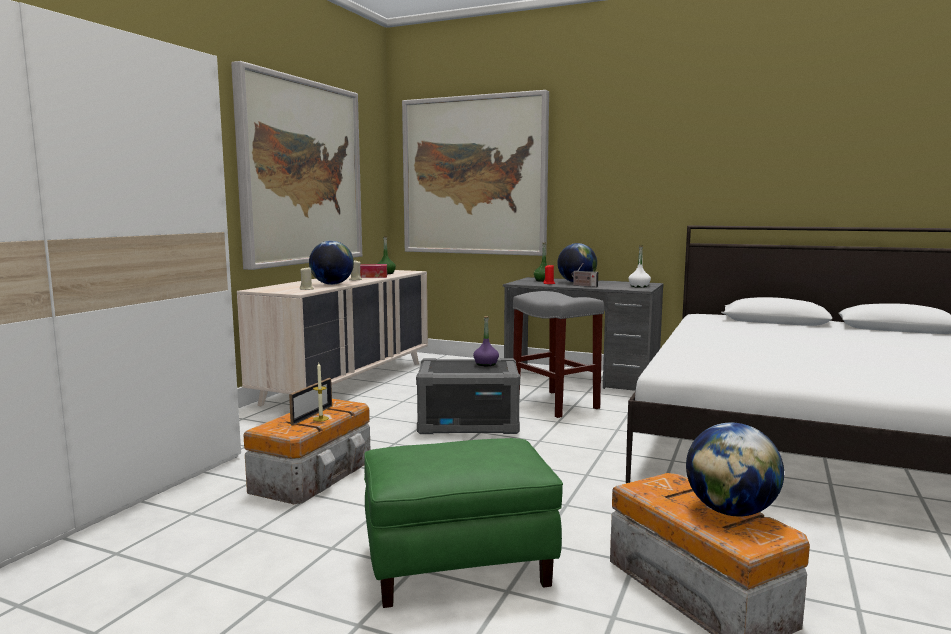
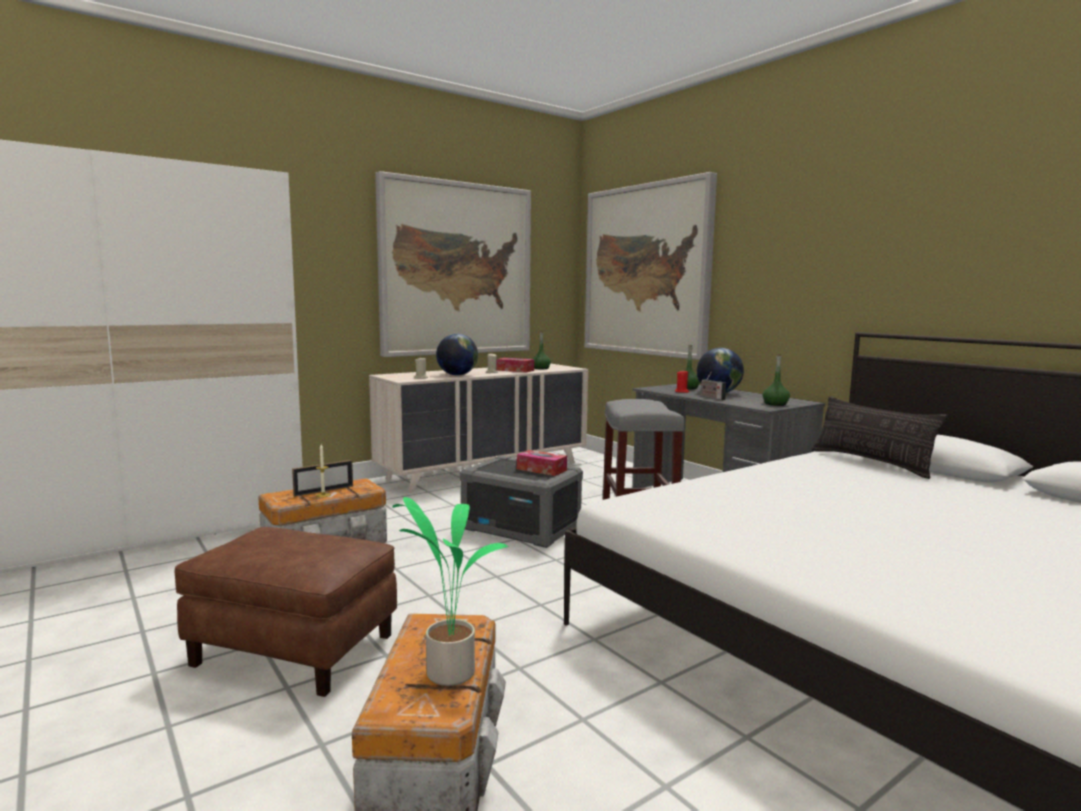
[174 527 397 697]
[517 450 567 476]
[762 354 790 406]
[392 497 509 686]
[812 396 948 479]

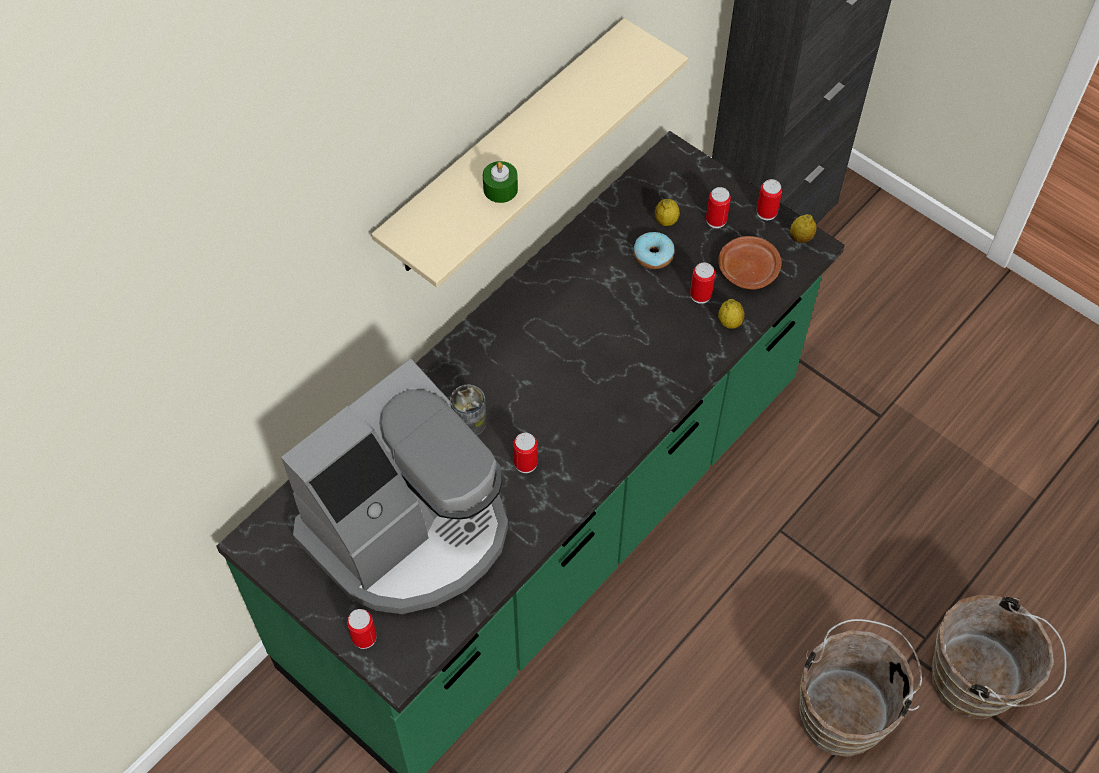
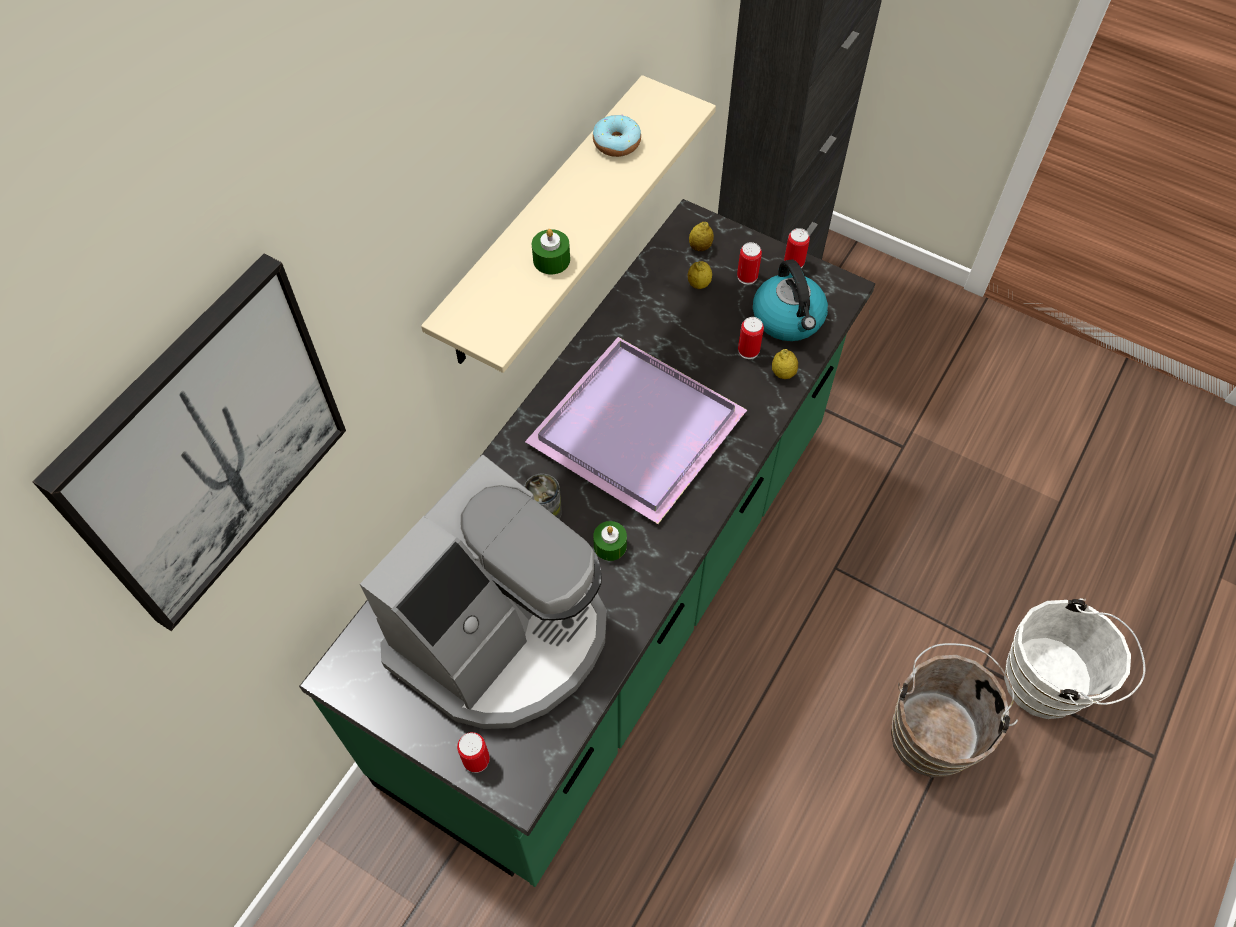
[593 521 627 561]
[593 115 641 157]
[753 259 828 341]
[689 222 714 251]
[1004 598 1145 719]
[33 254 346 631]
[525 337 747 524]

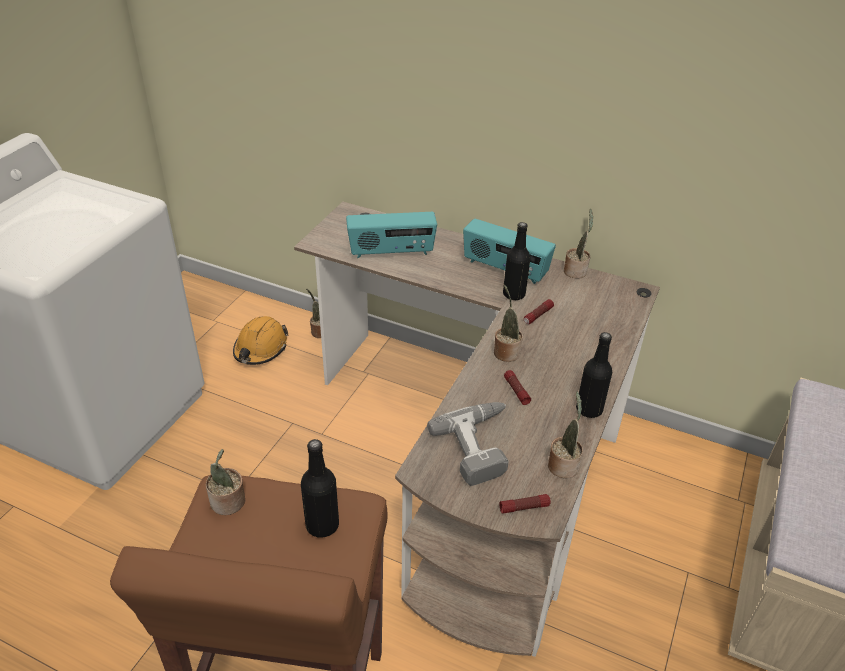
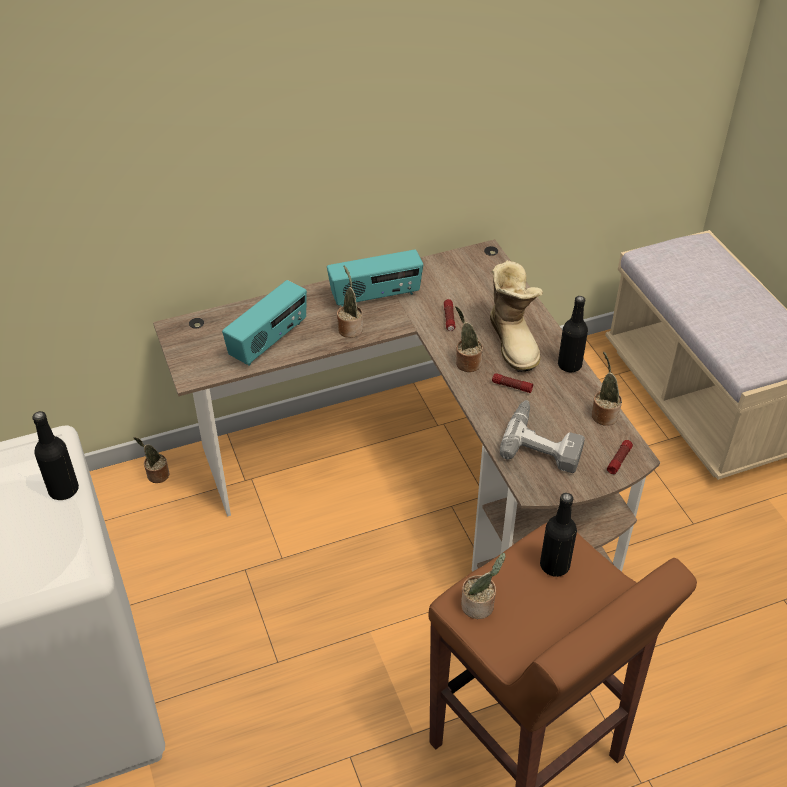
[233 316 289 365] (first image)
[33 411 79 500]
[337 266 363 338]
[490 260 543 372]

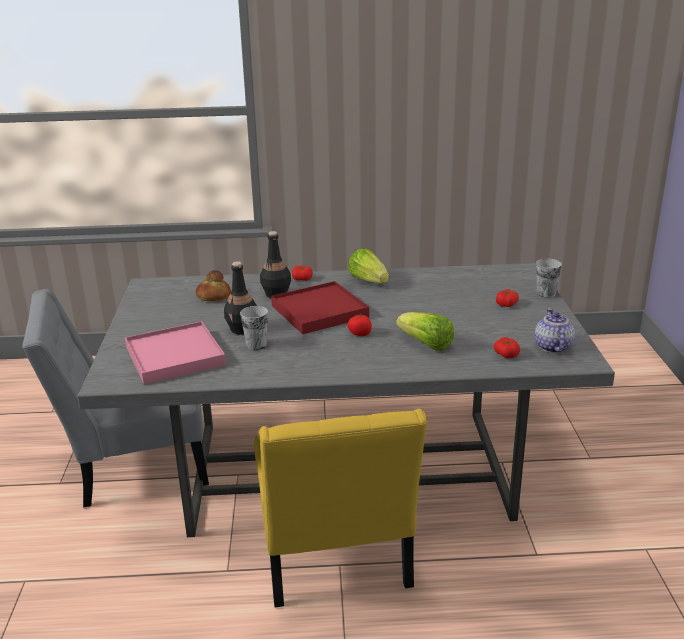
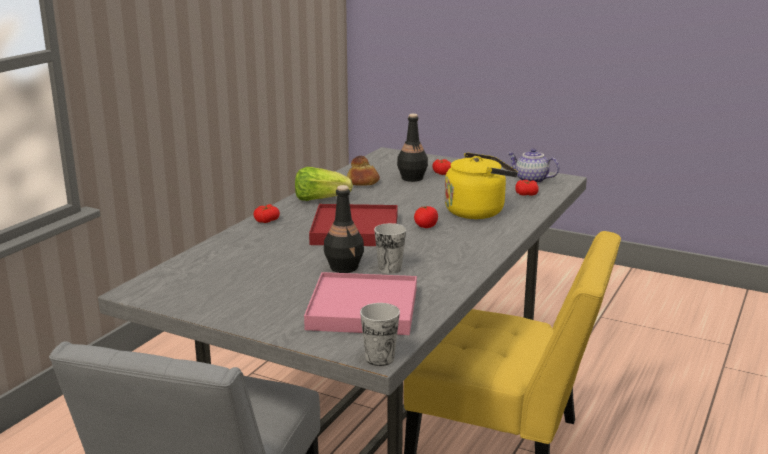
[347 156 380 186]
[397 114 428 182]
[445 153 518 219]
[360 303 400 366]

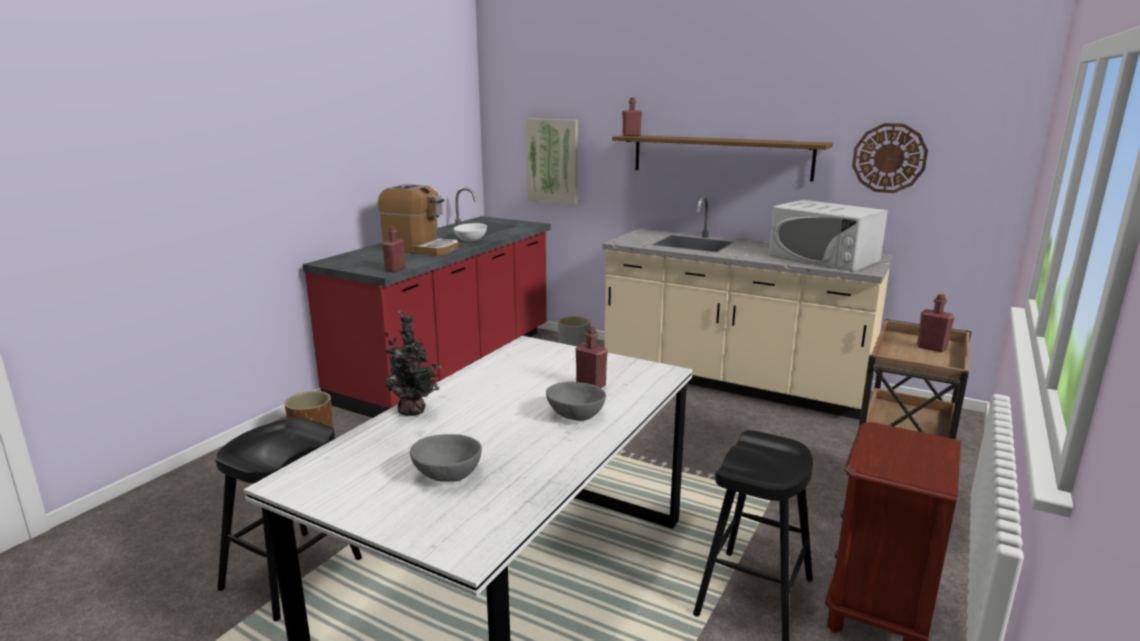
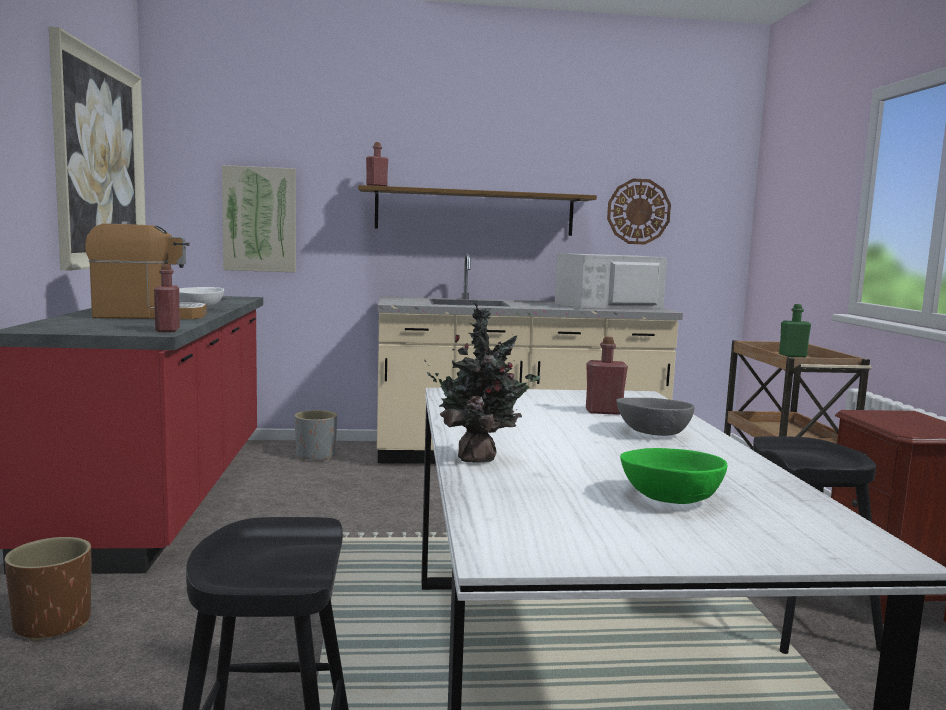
[620 448 727 504]
[555 253 667 310]
[779 304 811 357]
[49 26 146 271]

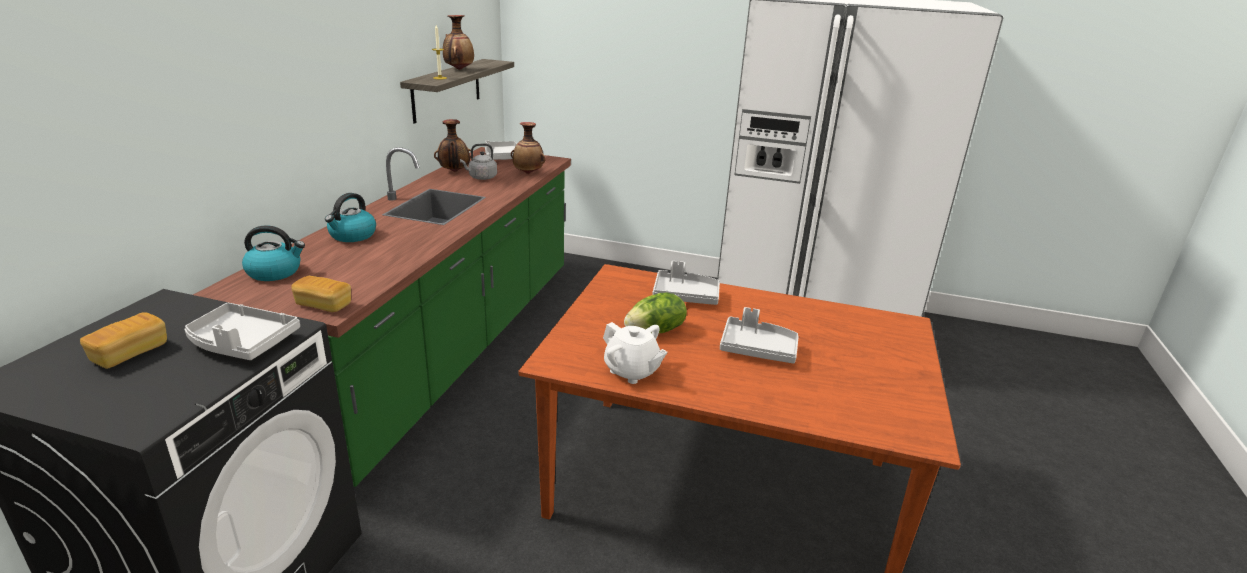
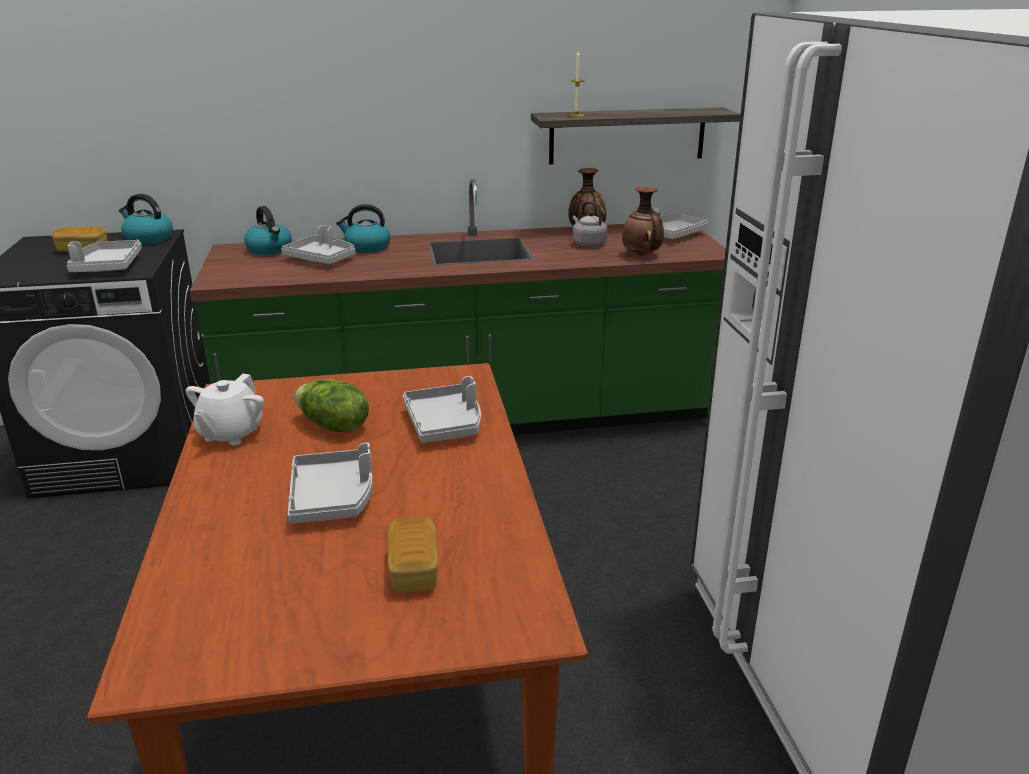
[388 516 438 593]
[443 15 474 70] (first image)
[119 194 173 245]
[281 225 355 264]

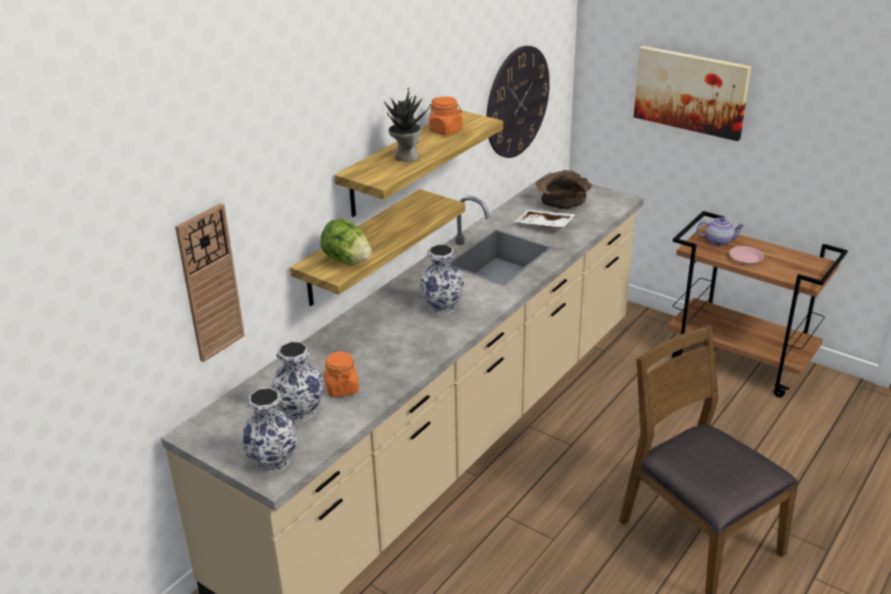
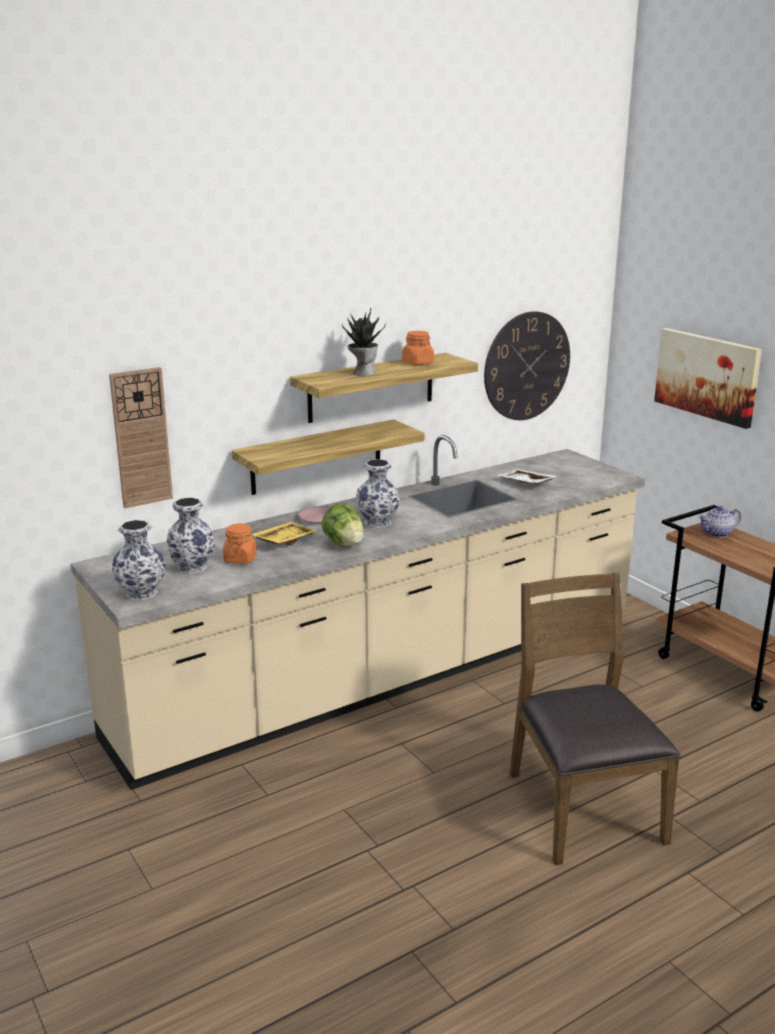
[322 504 364 547]
[536 170 592 209] (first image)
[698 506 741 538]
[298 508 328 525]
[252 522 318 546]

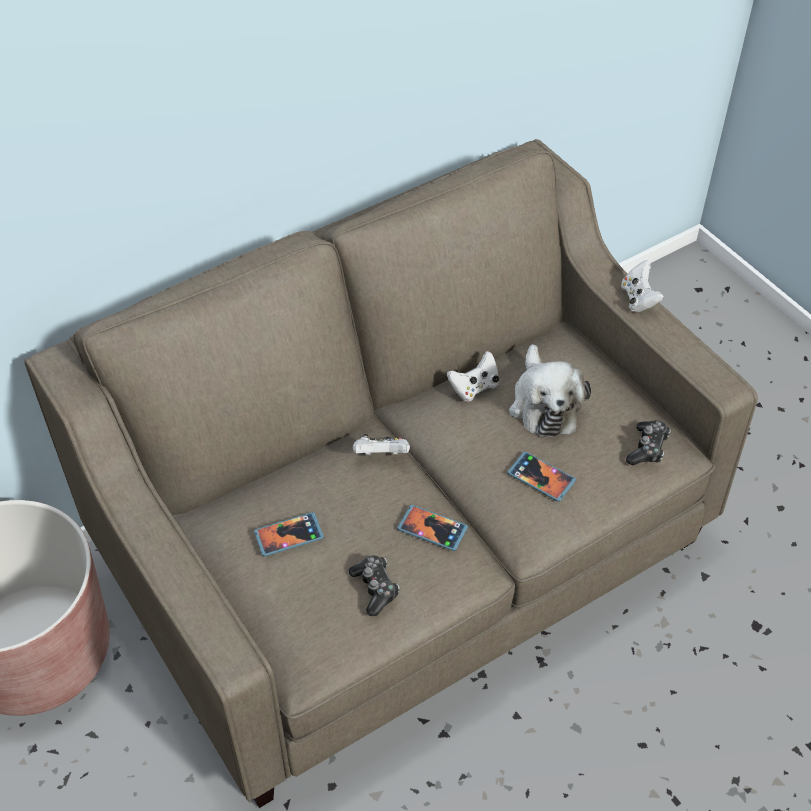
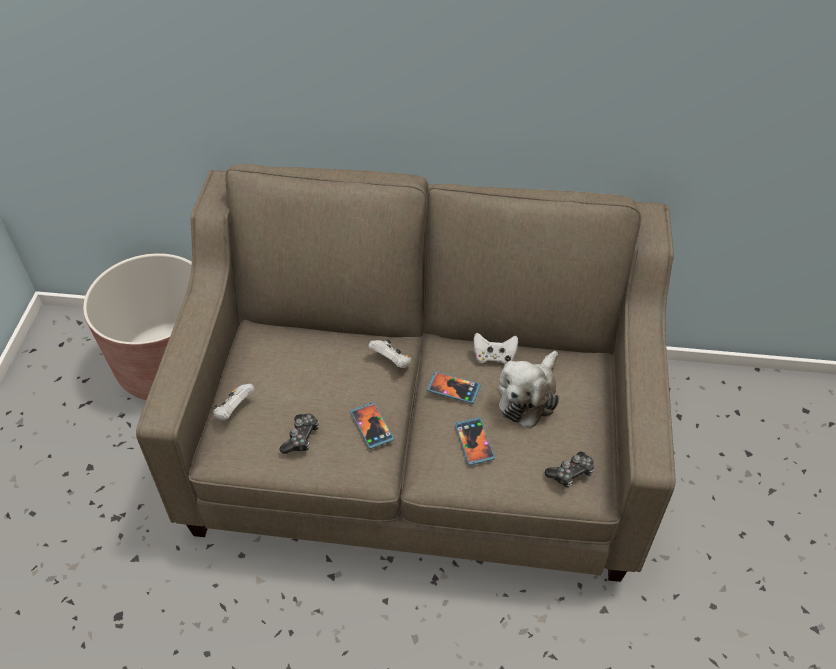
[427 371 481 404]
[212 384 255 421]

